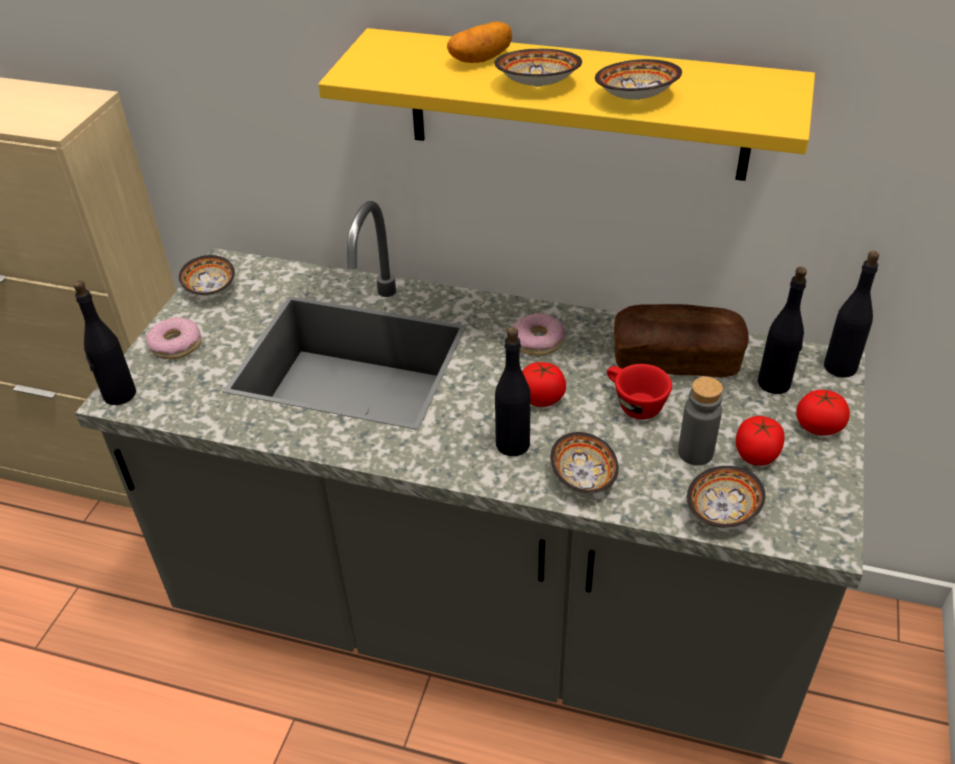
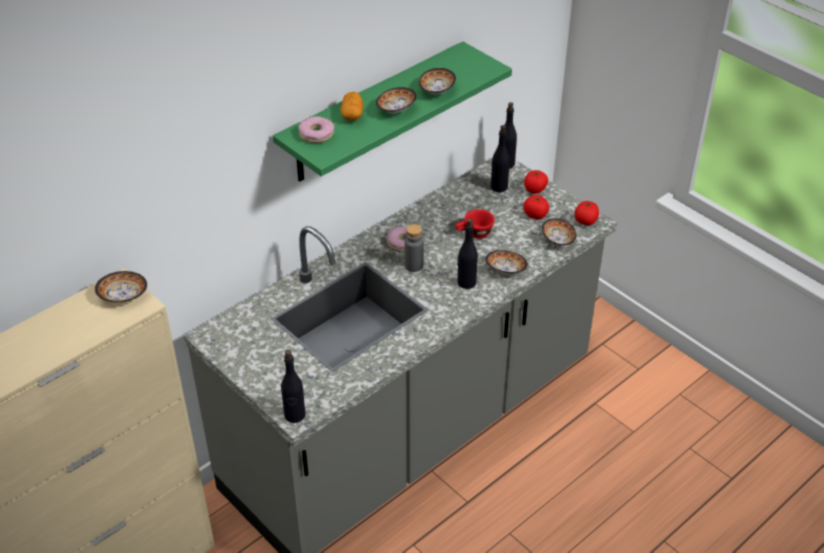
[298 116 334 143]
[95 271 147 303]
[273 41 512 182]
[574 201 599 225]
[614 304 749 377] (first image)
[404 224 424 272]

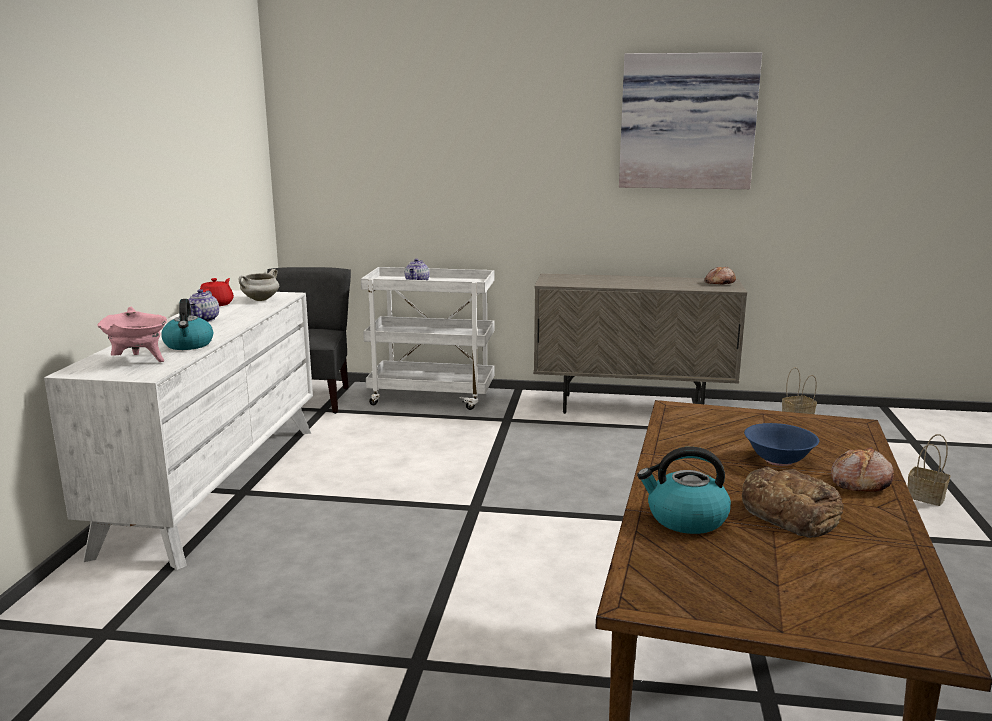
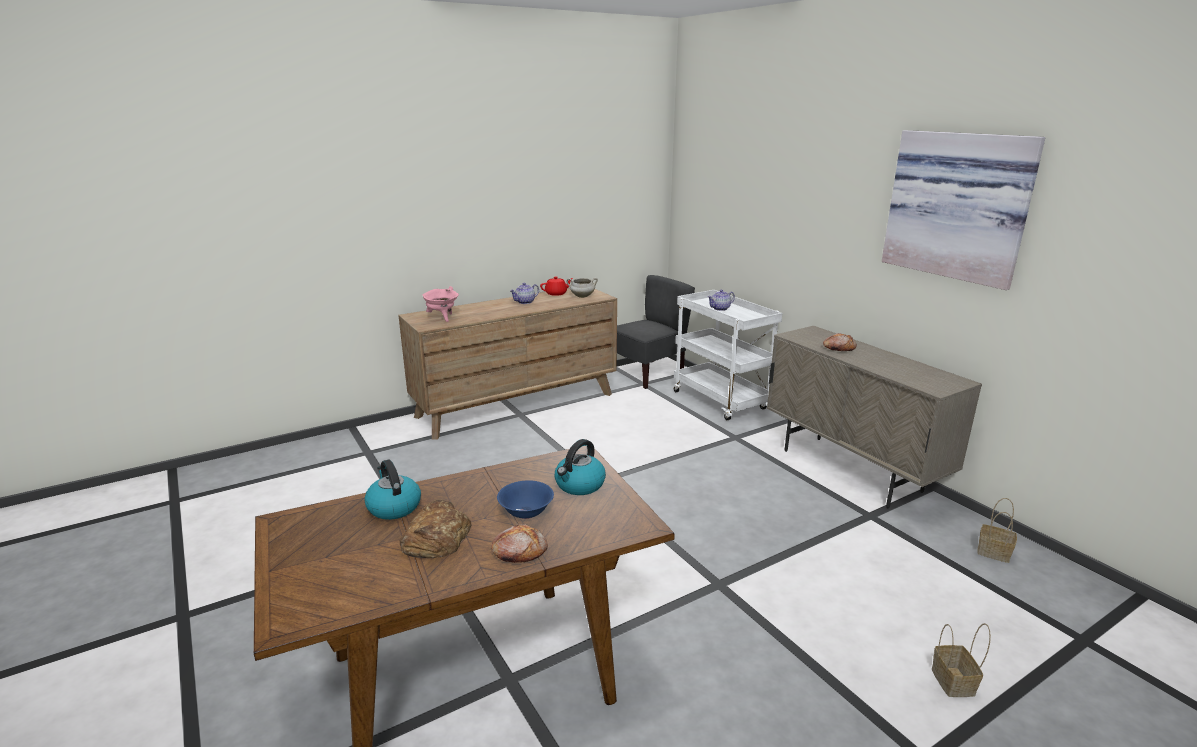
[398 288 617 440]
[555 439 606 495]
[823 333 857 351]

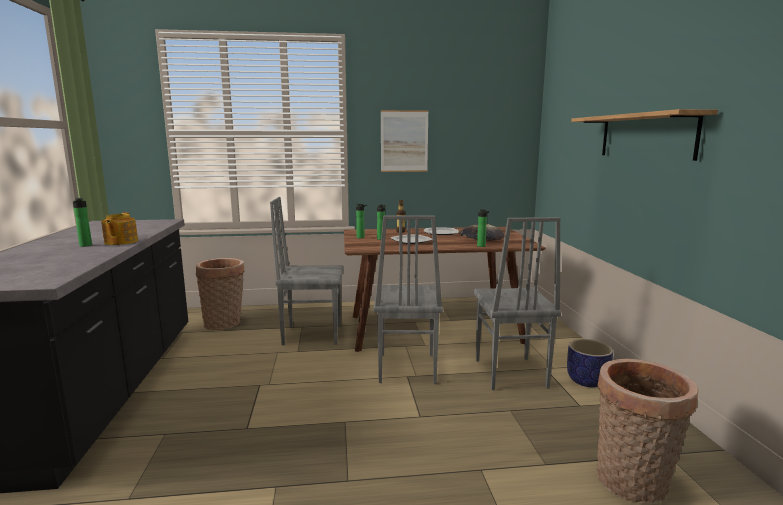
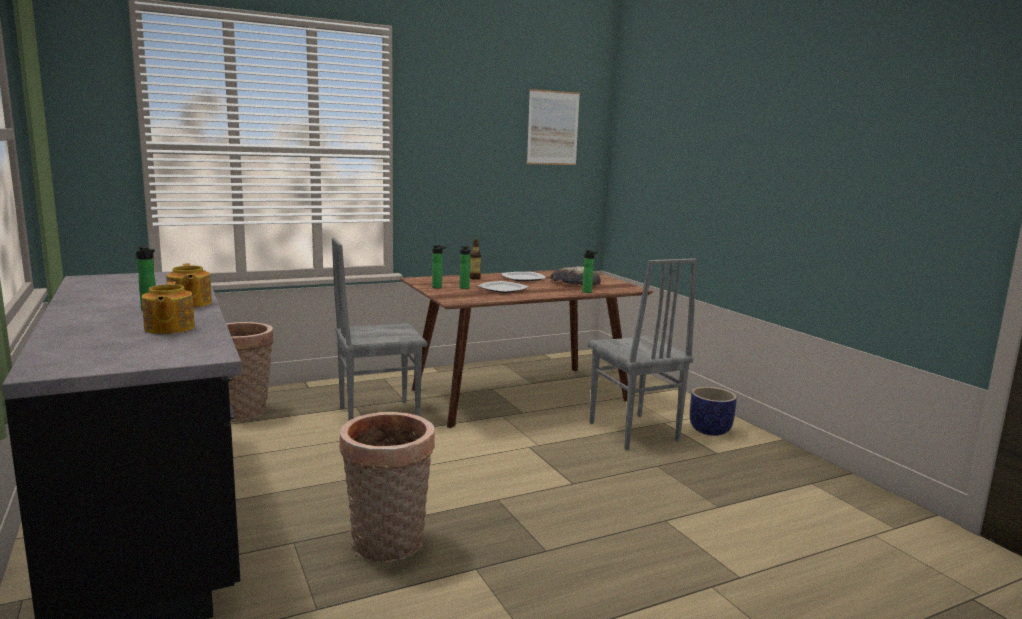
[374 215 443 384] (first image)
[527 89 580 165]
[571 109 718 161] (first image)
[340 412 435 562]
[142 281 195 334]

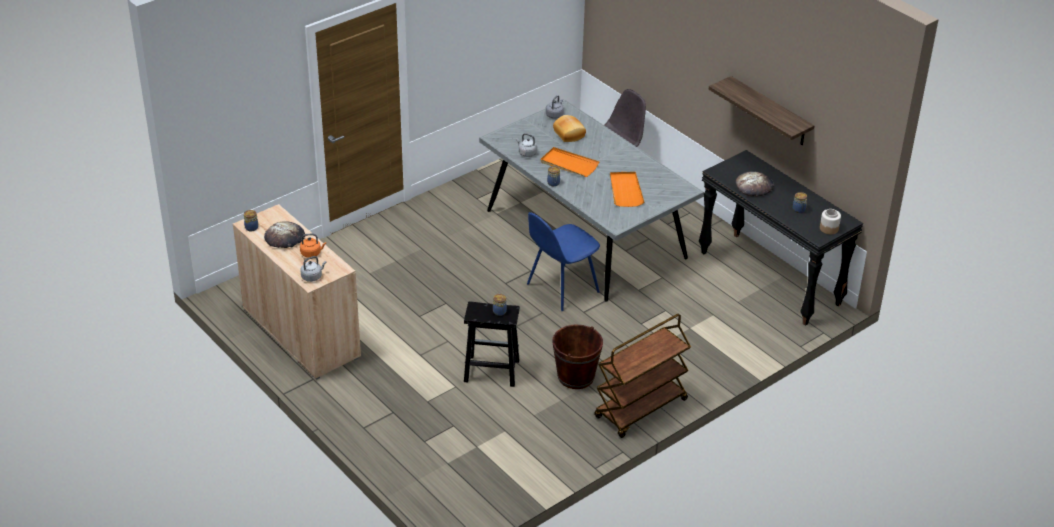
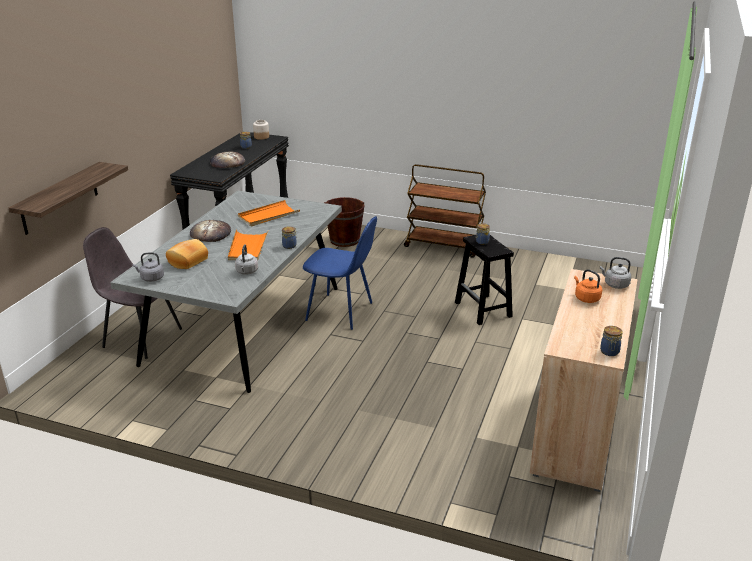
[190 220 231 242]
[324 197 365 247]
[9 162 128 235]

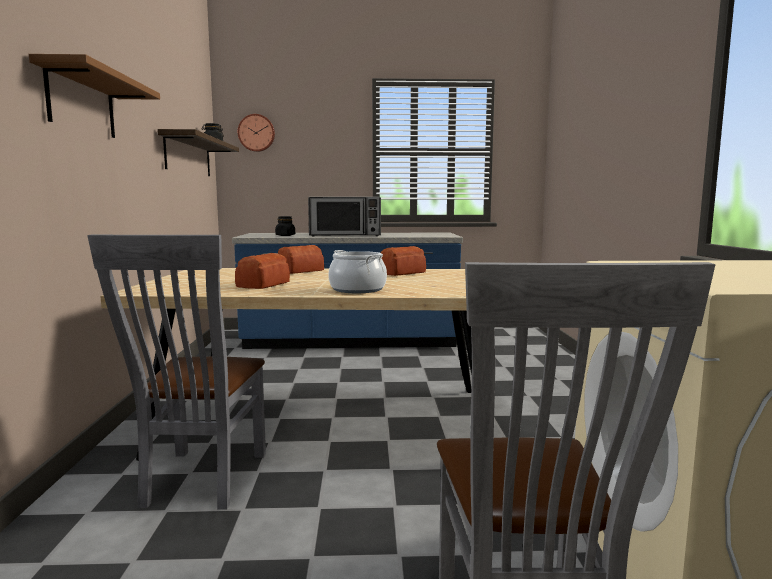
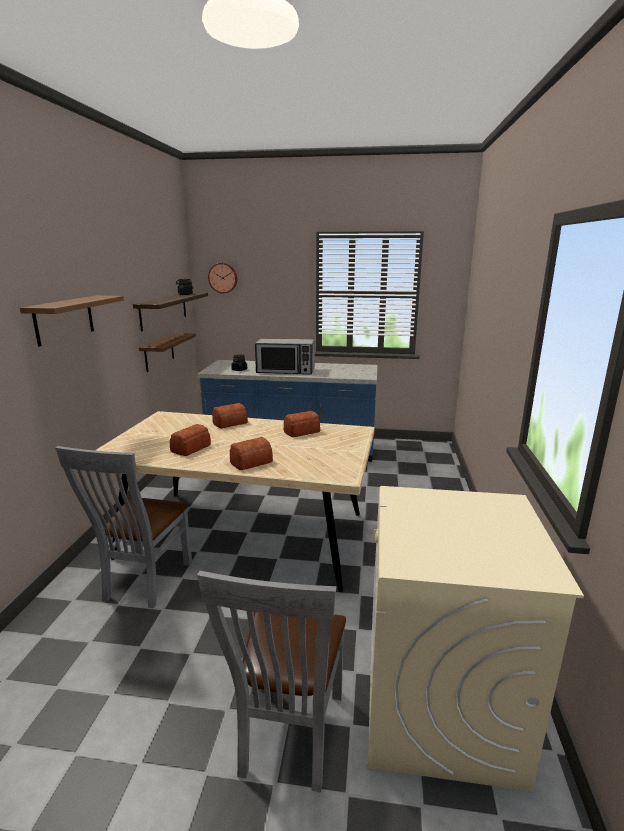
[230 437 273 470]
[139 333 196 372]

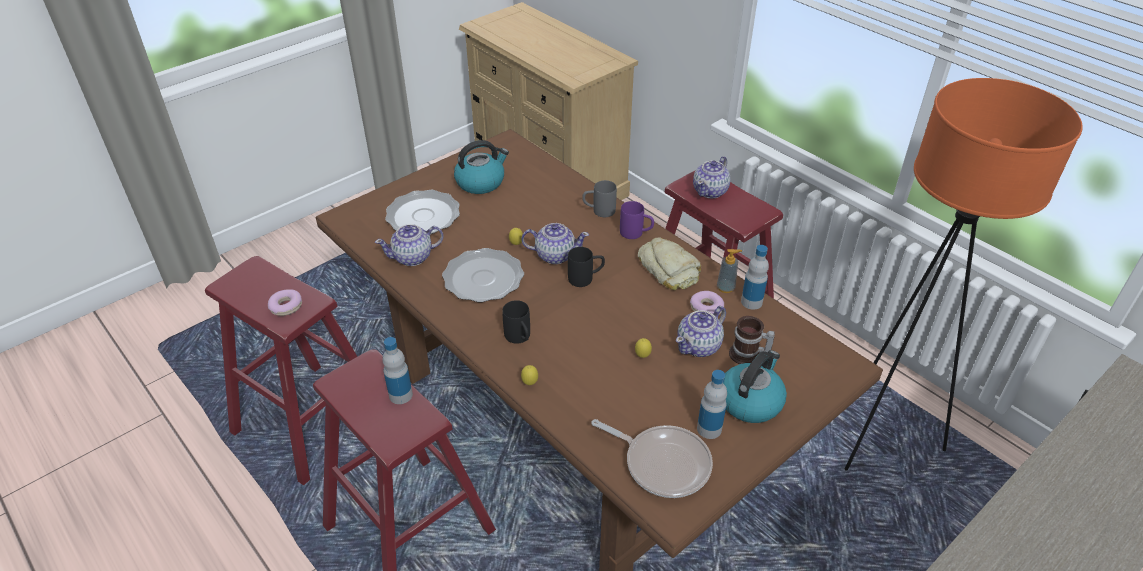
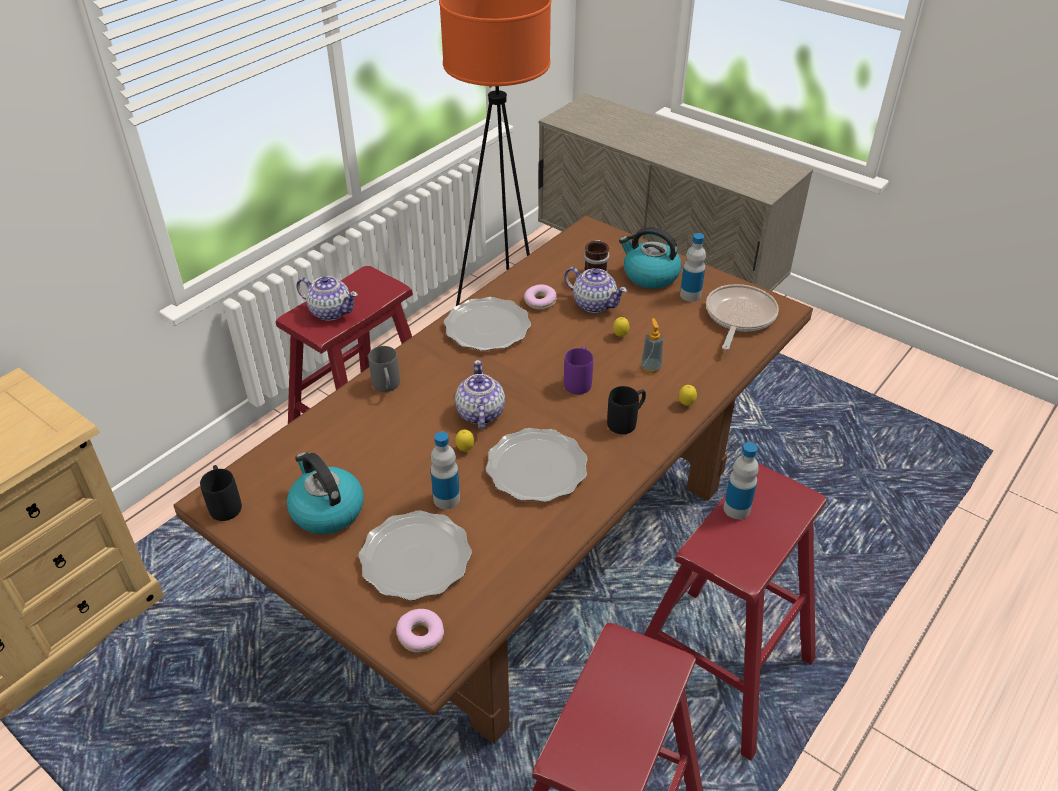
[396 609 444 652]
[375 224 444 266] (first image)
[200 465 242 521]
[564 346 593 394]
[444 297 531 351]
[641 318 663 373]
[430 431 460 509]

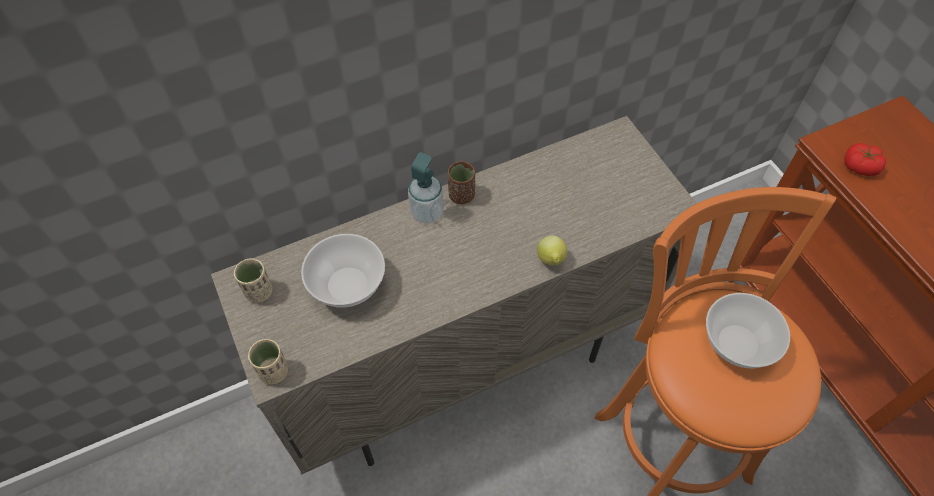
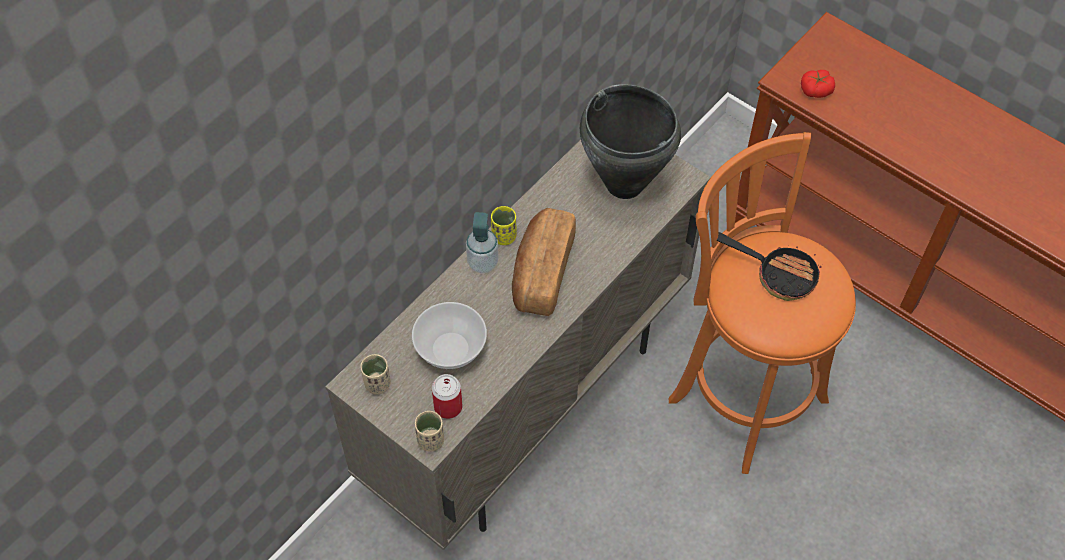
[491 206 516 245]
[537 235 567 266] (first image)
[717 232 823 301]
[432 374 462 419]
[512 208 576 316]
[580 84 681 199]

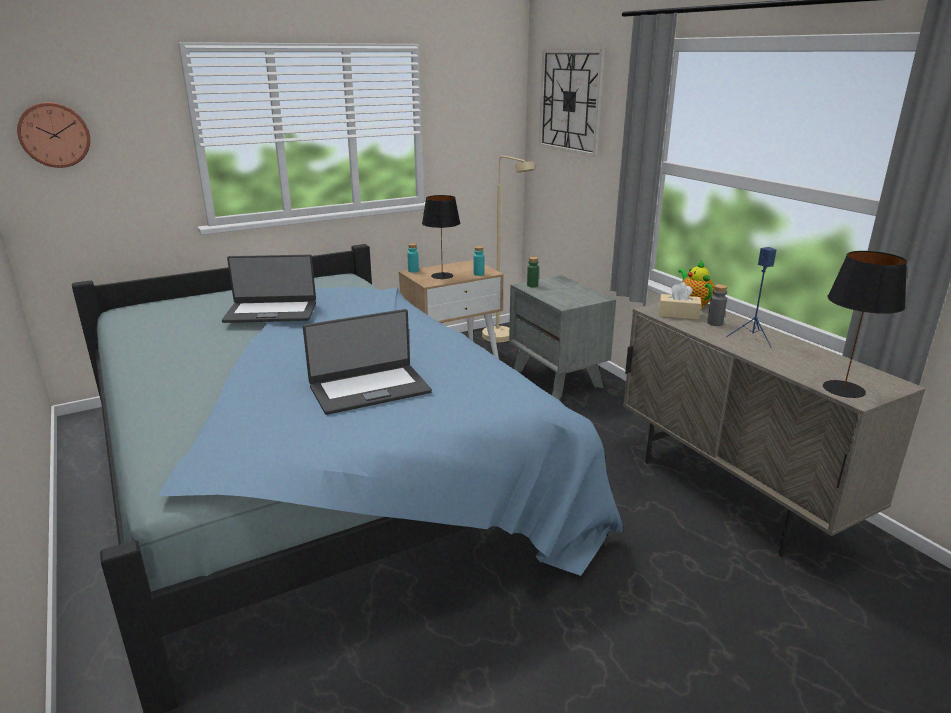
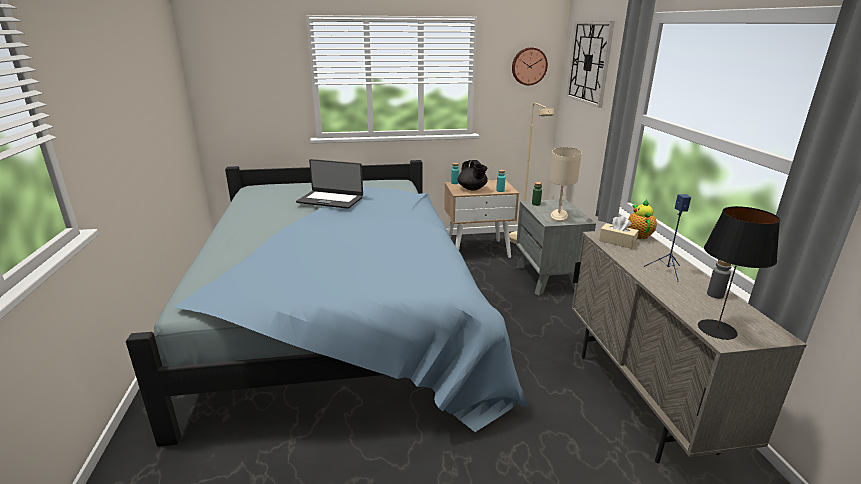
[512 47 548 86]
[303 309 432 415] (first image)
[458 160 488 190]
[707 260 732 299]
[550 147 582 222]

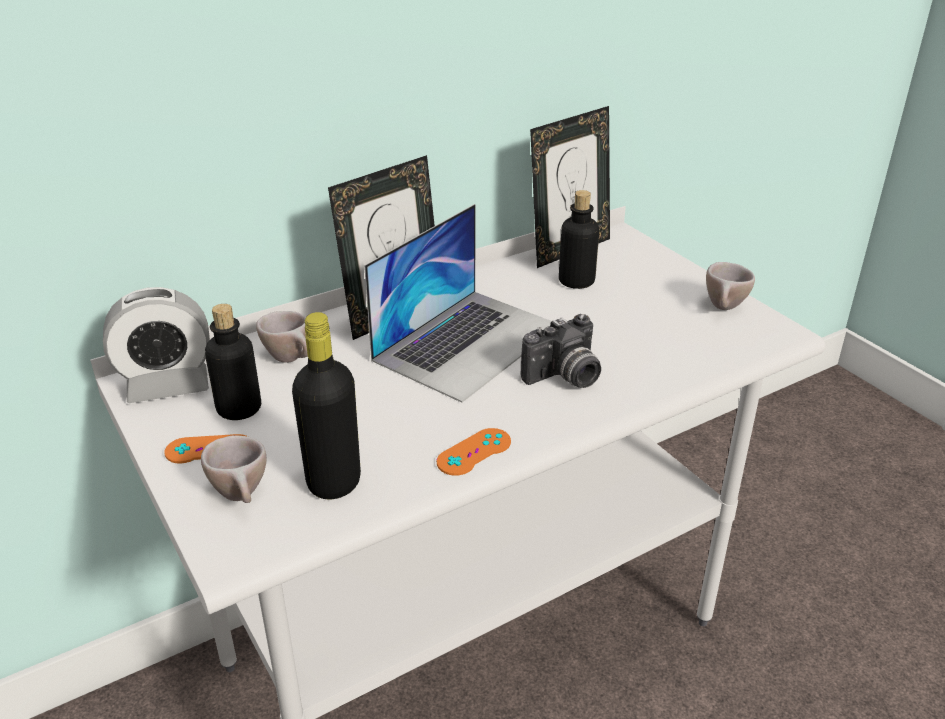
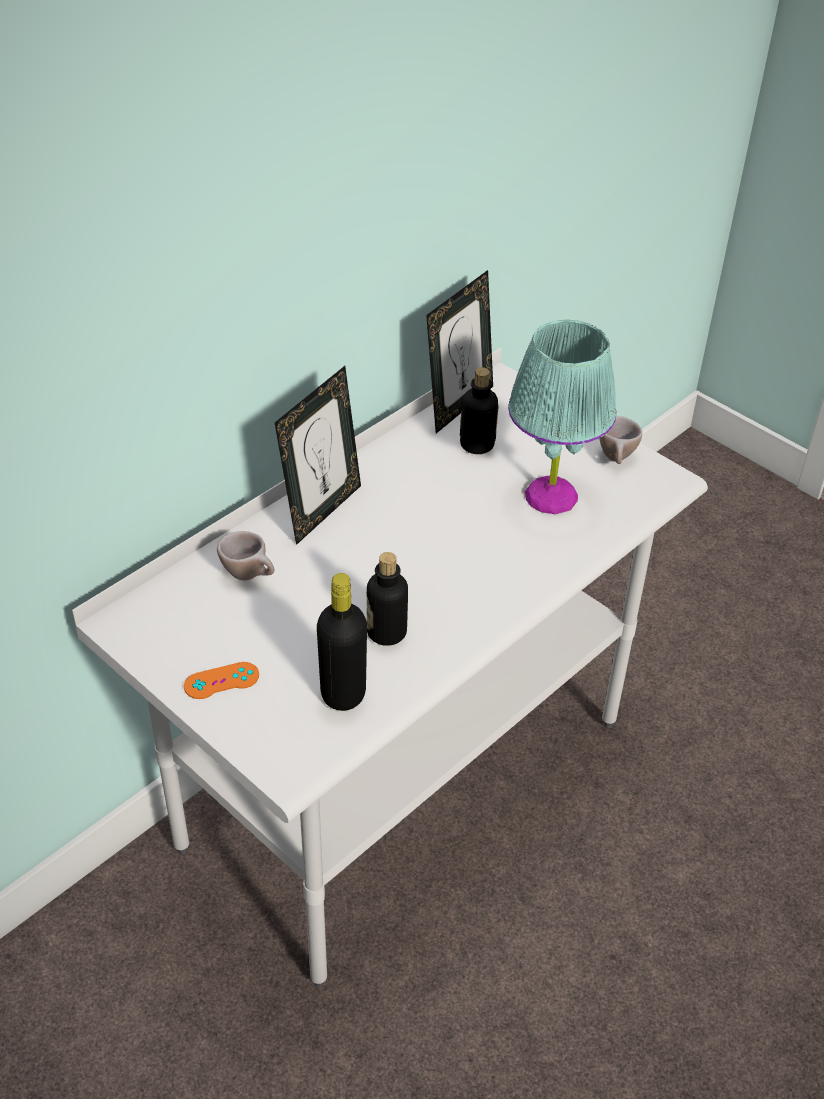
[103 287 210 403] (first image)
[201 435 266 503] (first image)
[367 552 408 646]
[364 204 552 403] (first image)
[436 428 511 476] (first image)
[521 314 601 388] (first image)
[508 319 616 514]

